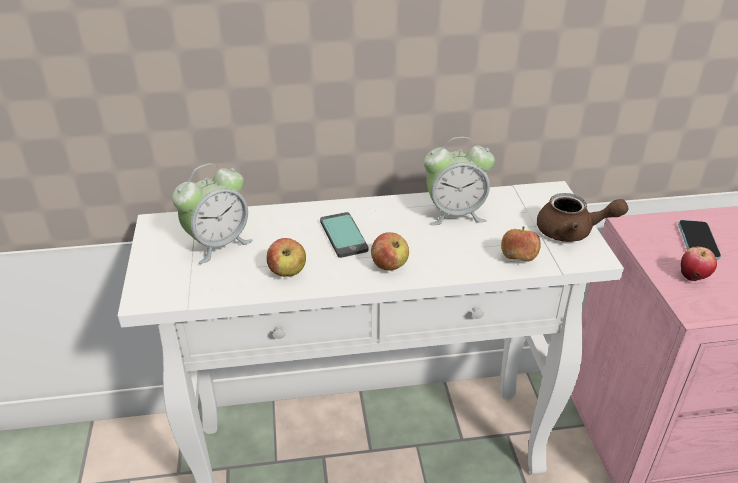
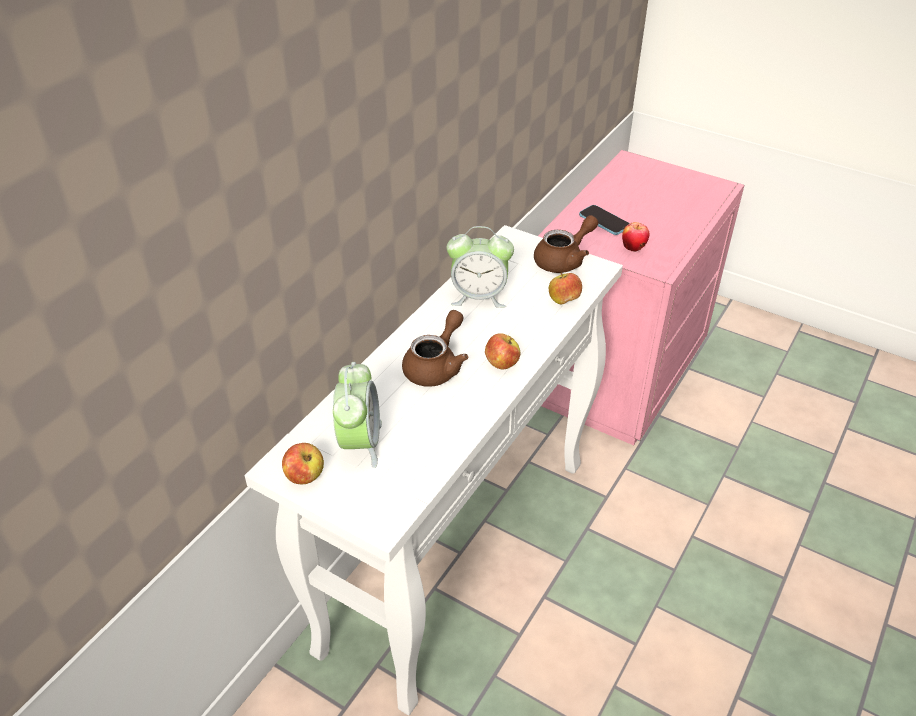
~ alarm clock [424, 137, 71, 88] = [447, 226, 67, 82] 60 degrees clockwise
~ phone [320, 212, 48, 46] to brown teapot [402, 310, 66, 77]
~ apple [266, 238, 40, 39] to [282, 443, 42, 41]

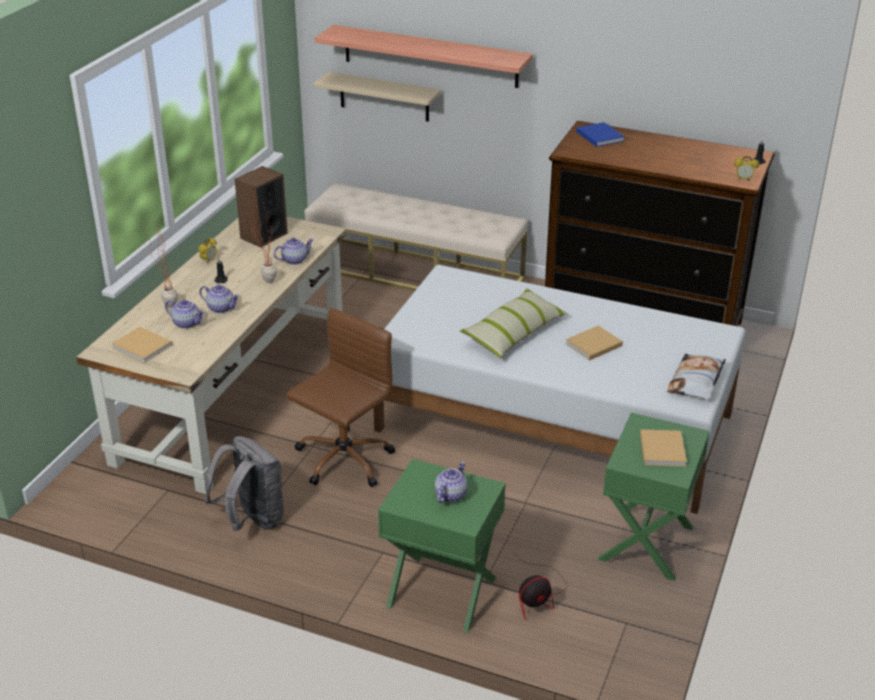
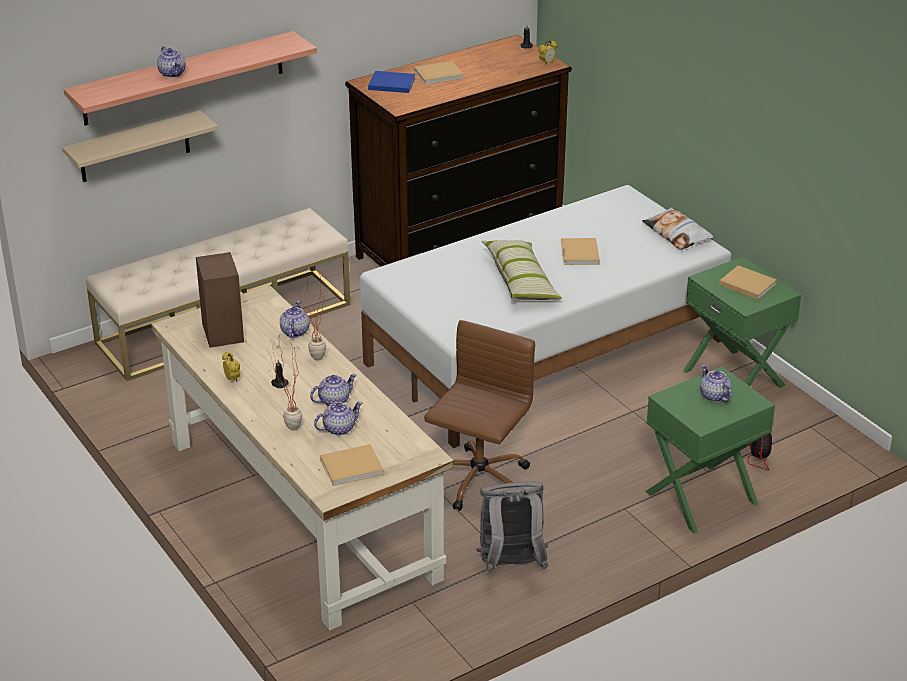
~ brown office chair [286, 308, 109, 179] = [424, 320, 111, 191] 45 degrees clockwise
+ teapot [157, 46, 29, 32]
+ beige book [414, 61, 50, 24]

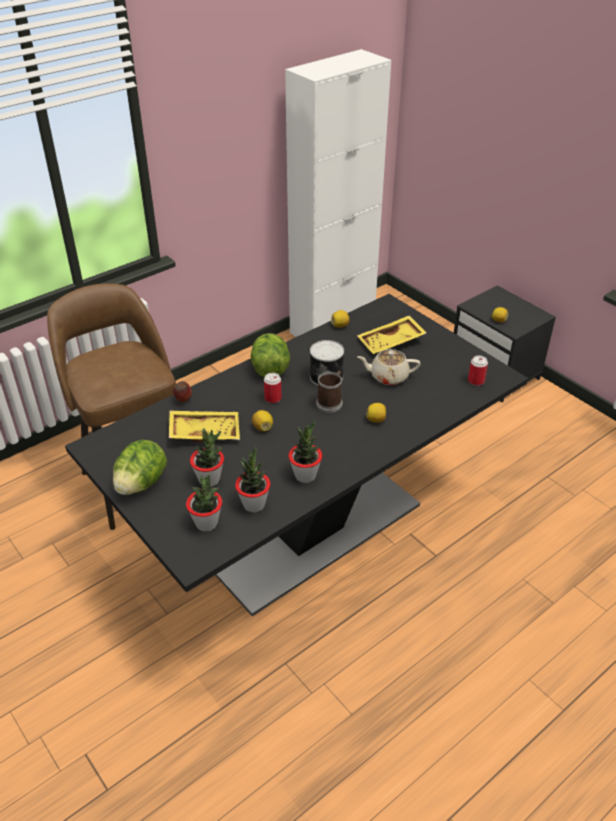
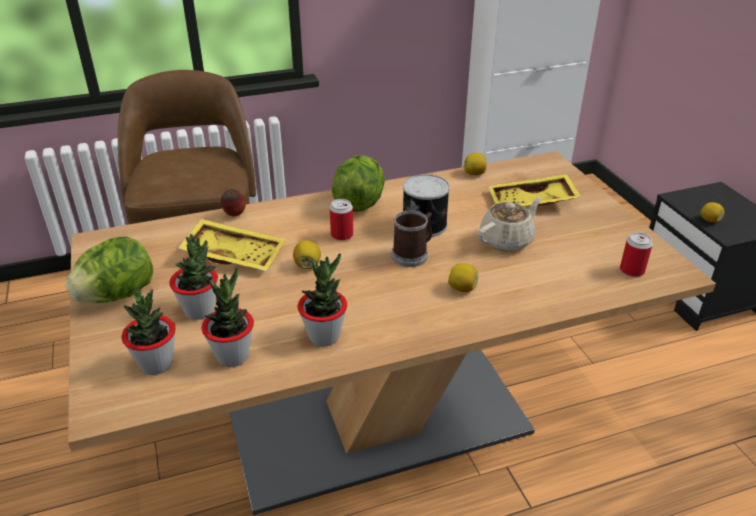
~ black dining table [65, 294, 463, 322] to beige dining table [68, 151, 648, 364]
~ beige teapot [358, 349, 63, 36] = [478, 197, 64, 55] 120 degrees clockwise

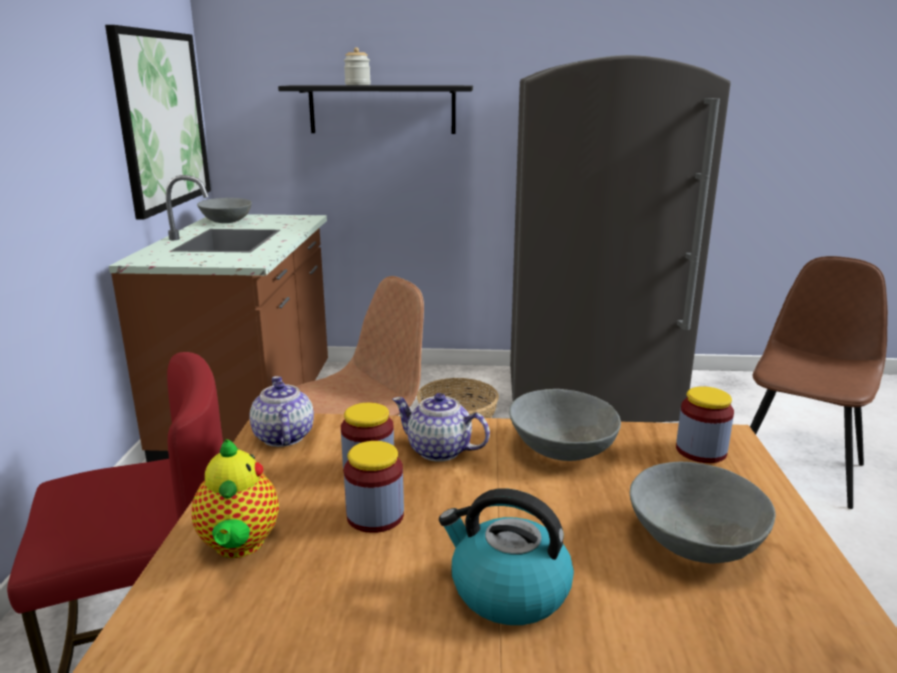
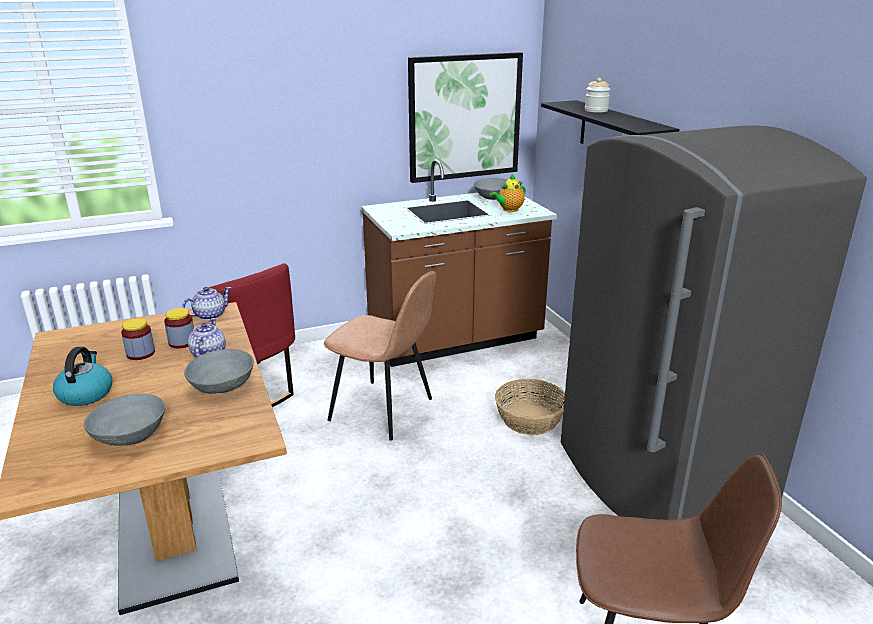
- jar [676, 386, 58, 77]
~ teapot [192, 439, 87, 119] to [490, 174, 36, 38]

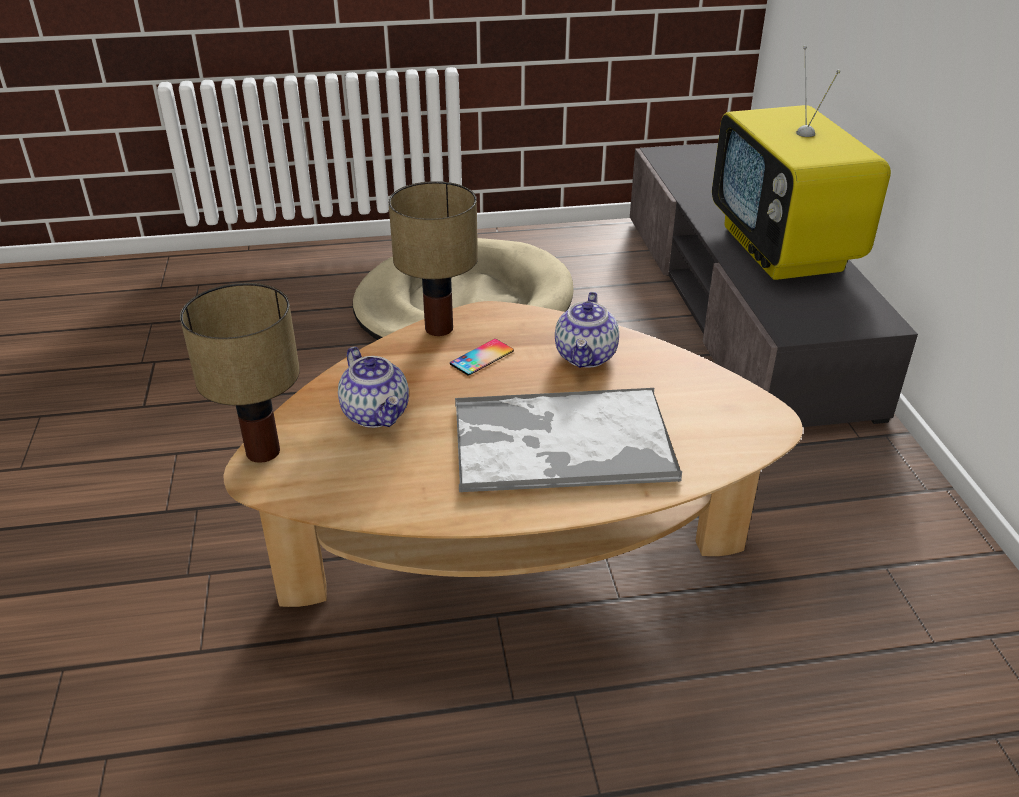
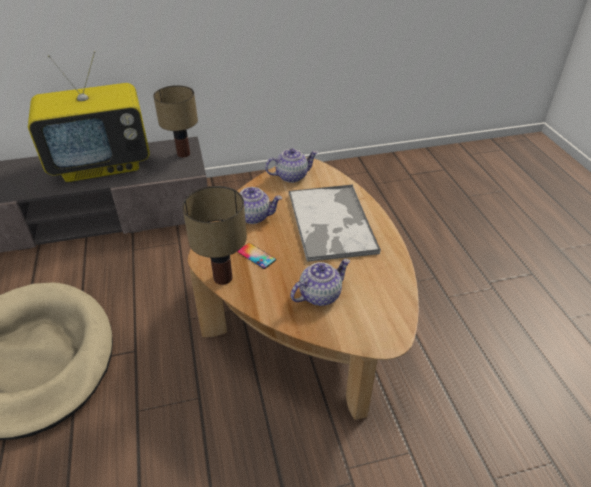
~ table lamp [180, 283, 120, 180] to [153, 85, 45, 73]
+ teapot [265, 148, 53, 35]

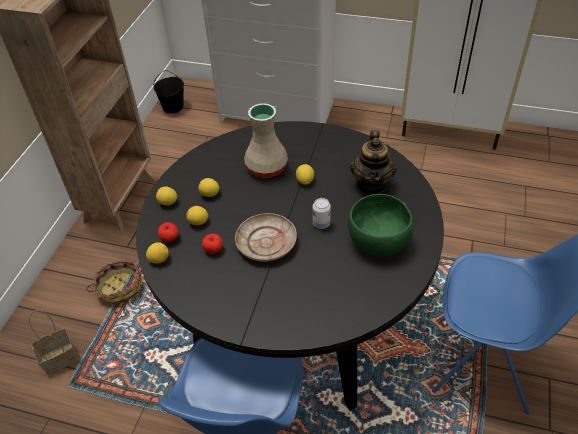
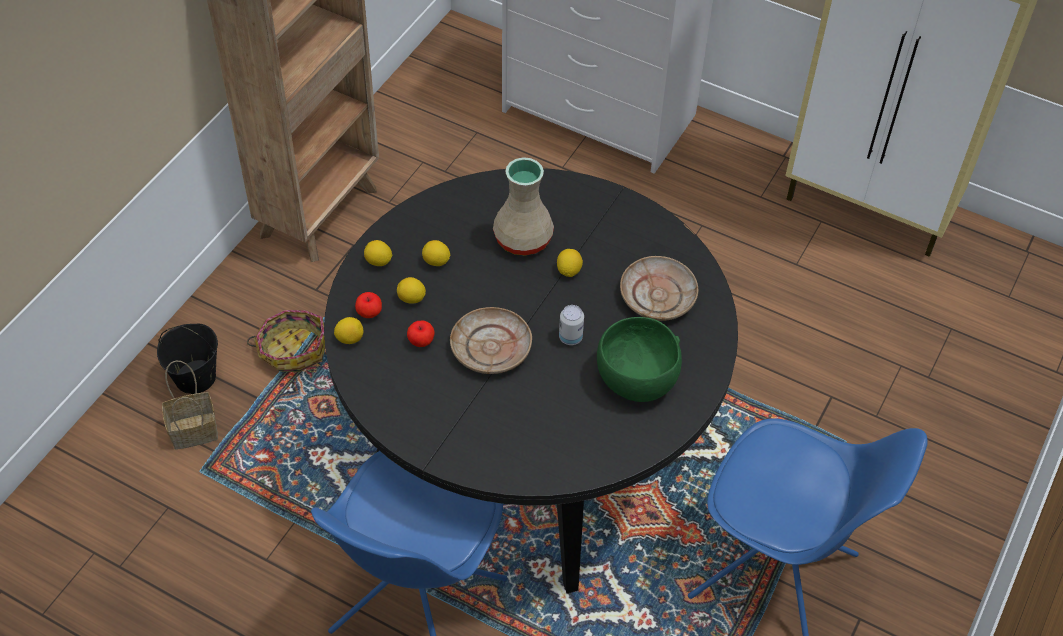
~ black bucket [153, 70, 31, 44] to [157, 324, 61, 70]
~ teapot [350, 130, 47, 65] to beige plate [620, 256, 78, 65]

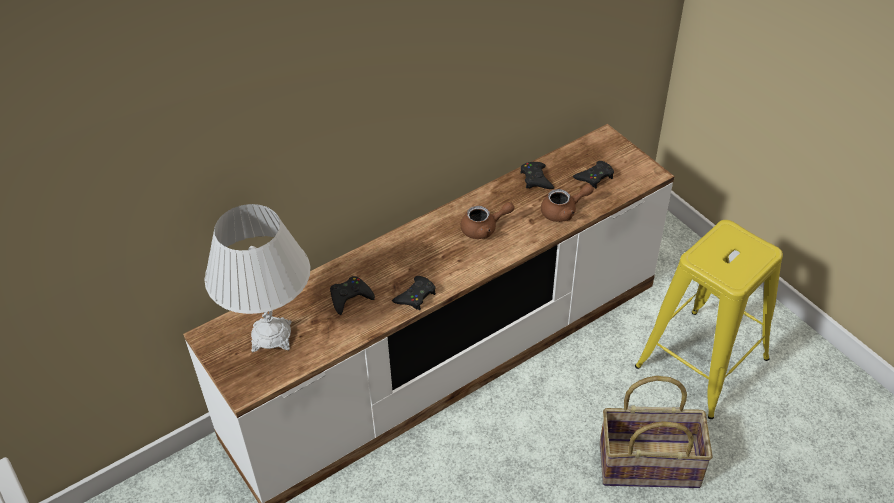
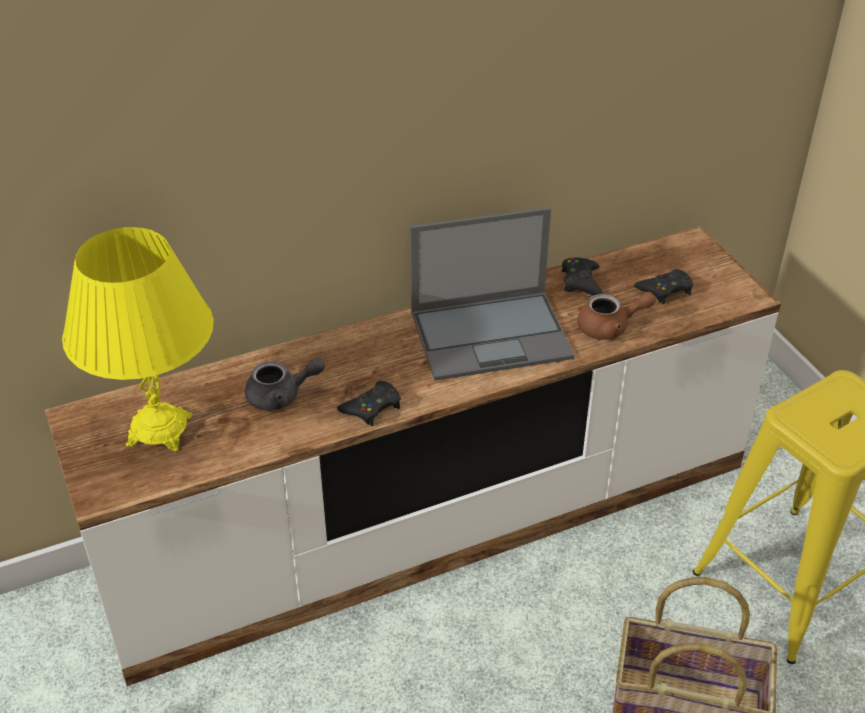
~ brown teapot [461, 202, 53, 37] to laptop [410, 207, 165, 174]
~ white table lamp [204, 204, 106, 148] to yellow table lamp [62, 227, 152, 224]
~ black game controller [330, 276, 45, 39] to grey teapot [245, 358, 80, 53]

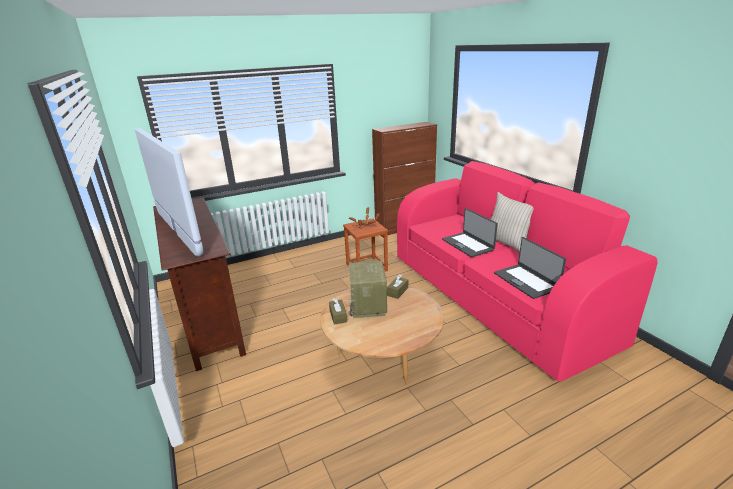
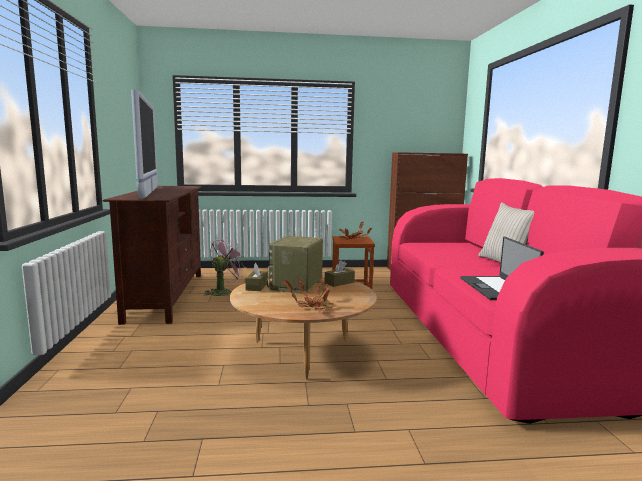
- laptop [442, 208, 56, 49]
+ pink fan [203, 238, 43, 58]
+ potted plant [283, 279, 50, 30]

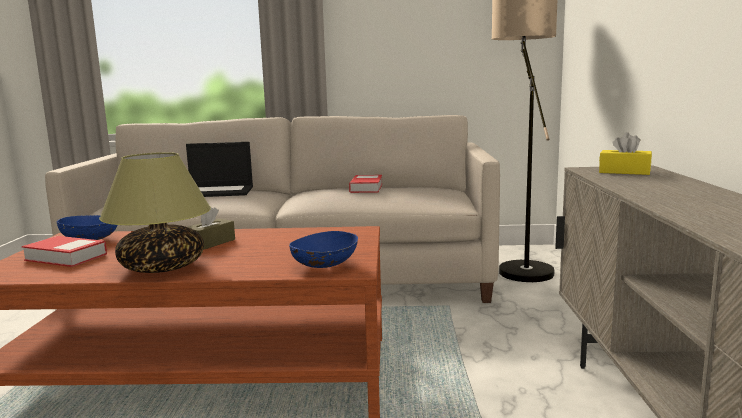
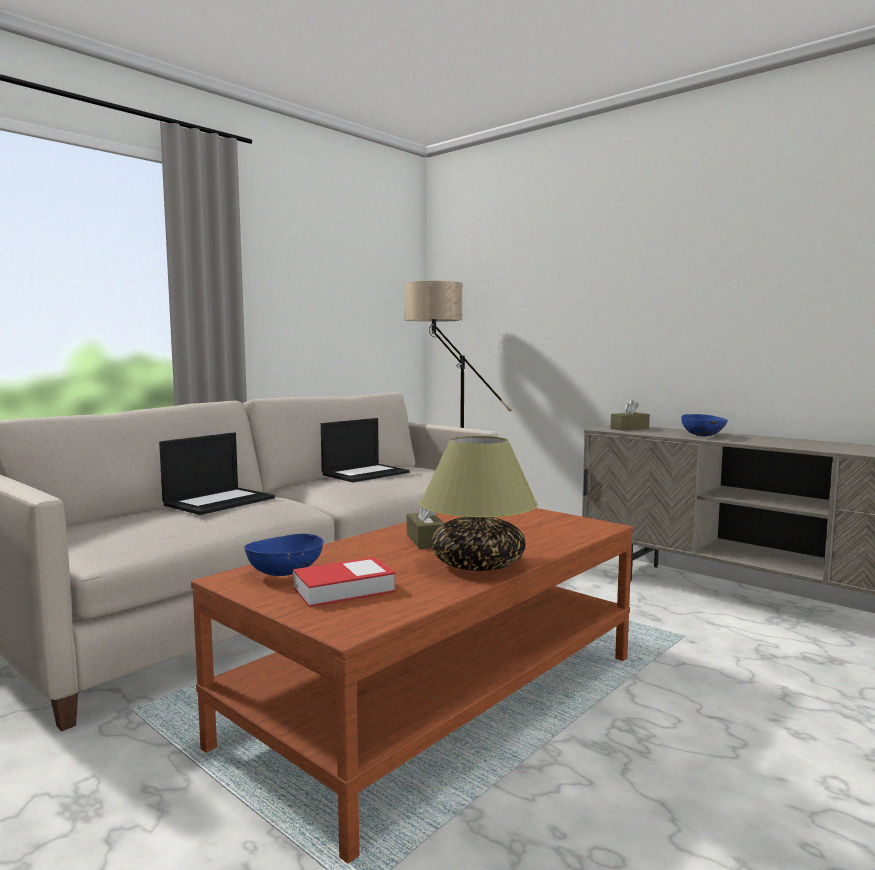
~ yellow tissue box [599, 132, 53, 43] to brown tissue box [611, 400, 39, 31]
~ book [349, 175, 33, 18] to laptop [321, 418, 89, 64]
~ blue bowl [289, 231, 69, 37] to [681, 414, 47, 22]

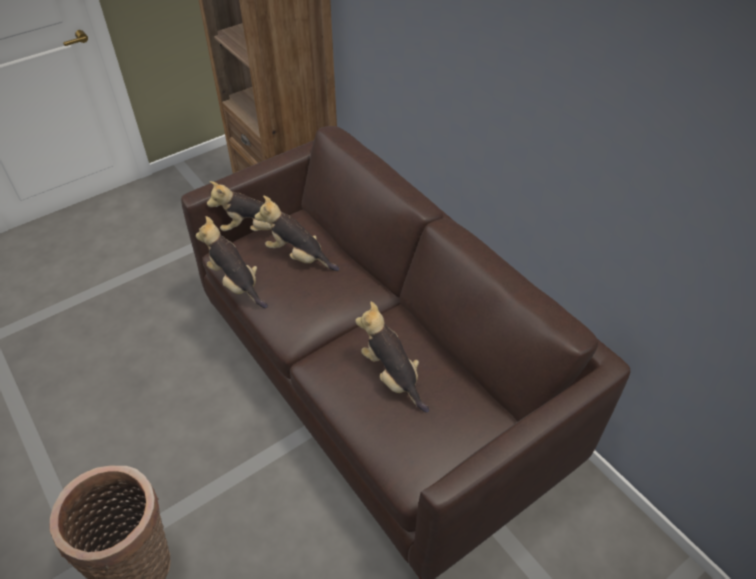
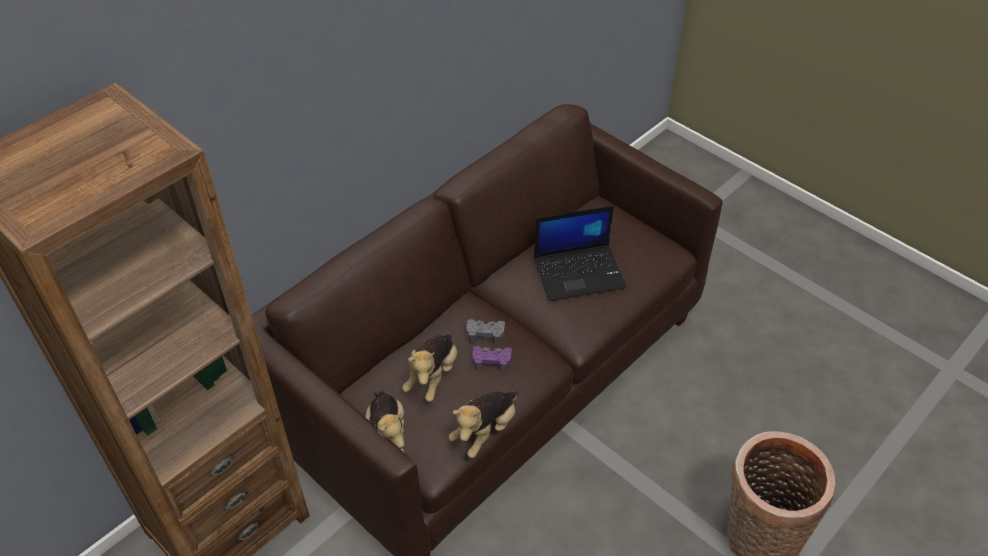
~ plush toy [355, 302, 74, 111] to laptop [534, 205, 93, 96]
+ grey game controller [466, 319, 39, 25]
+ purple game controller [472, 346, 40, 26]

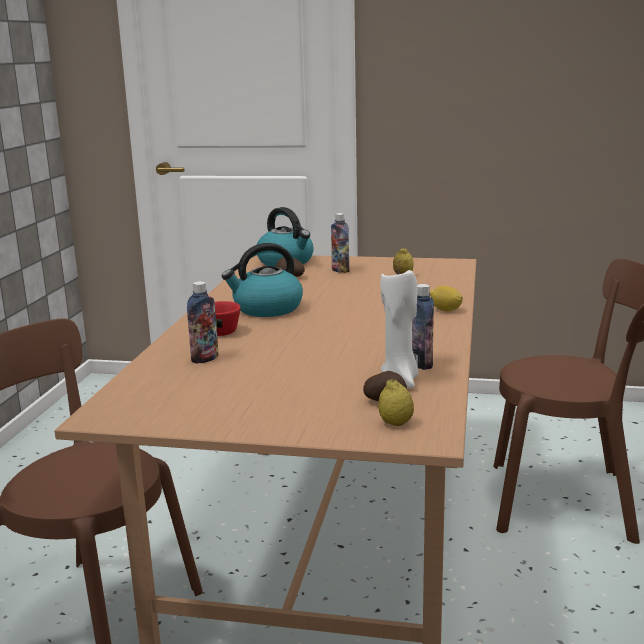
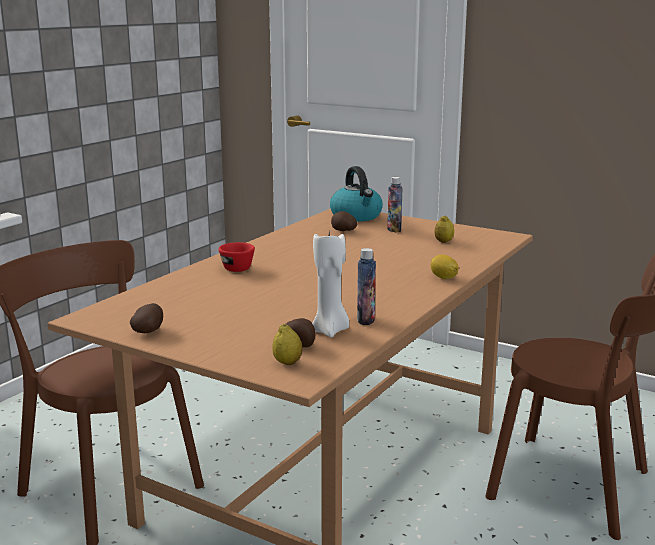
- kettle [222, 243, 81, 74]
- bottle [187, 281, 31, 83]
+ potato [130, 303, 33, 30]

